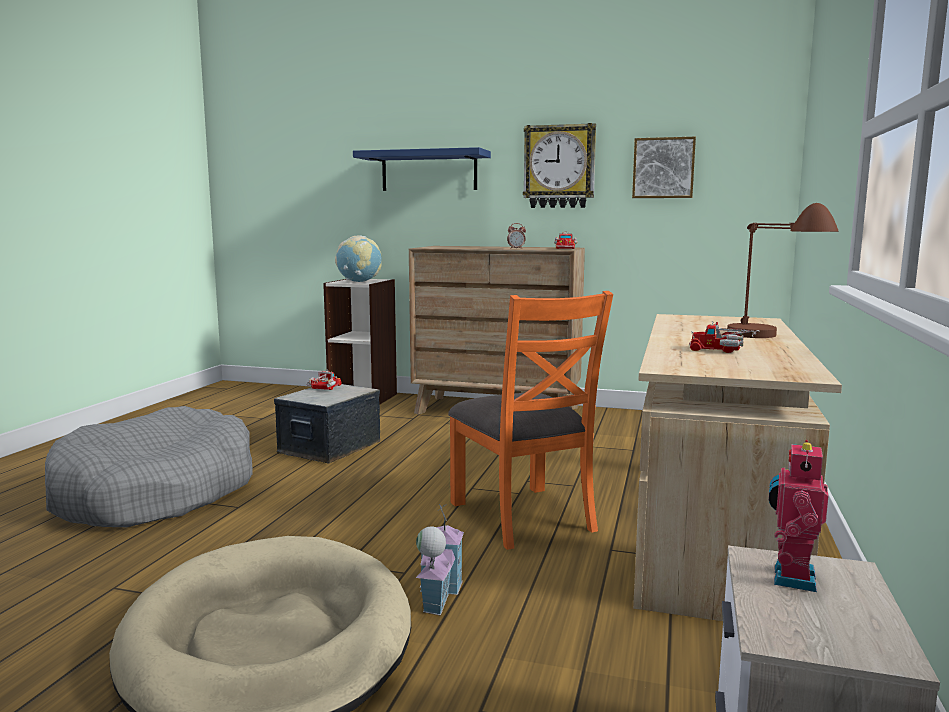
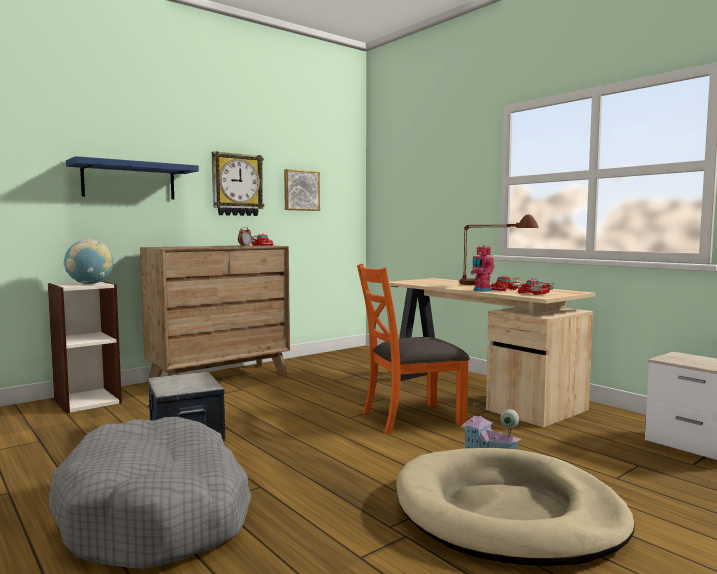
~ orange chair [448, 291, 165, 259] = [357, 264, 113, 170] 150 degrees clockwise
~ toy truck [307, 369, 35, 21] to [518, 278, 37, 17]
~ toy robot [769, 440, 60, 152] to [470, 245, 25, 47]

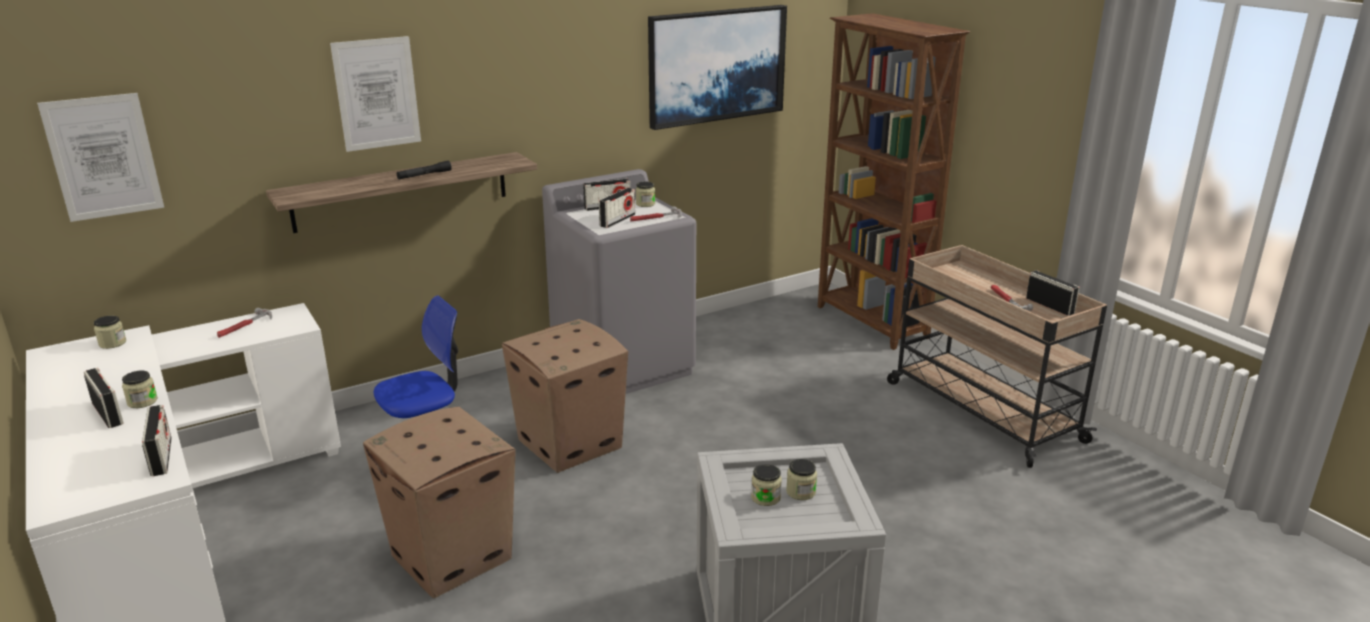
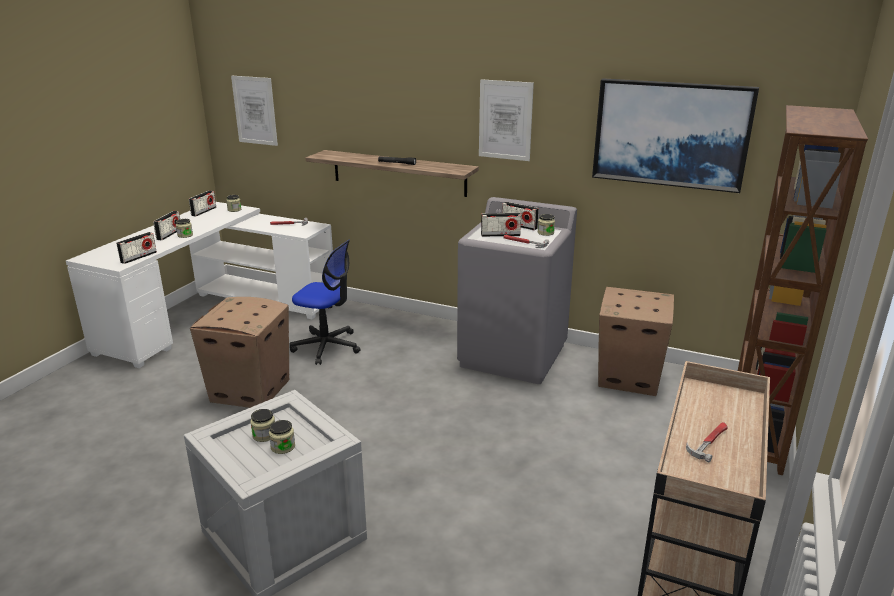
~ picture [330, 36, 91, 116] to [479, 79, 55, 82]
~ radio [1026, 270, 53, 46] to [189, 190, 27, 26]
~ cardboard box [502, 319, 126, 154] to [598, 287, 76, 109]

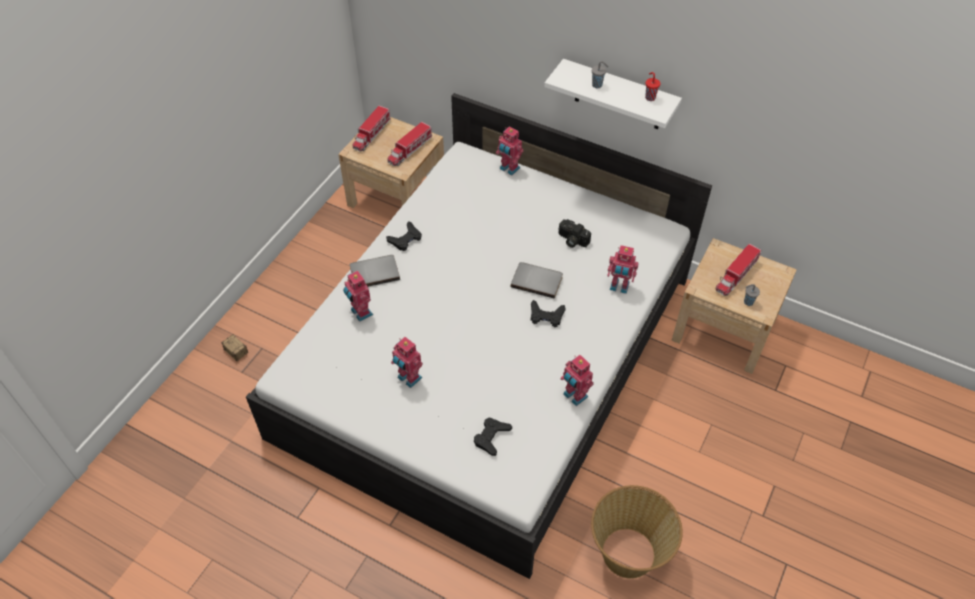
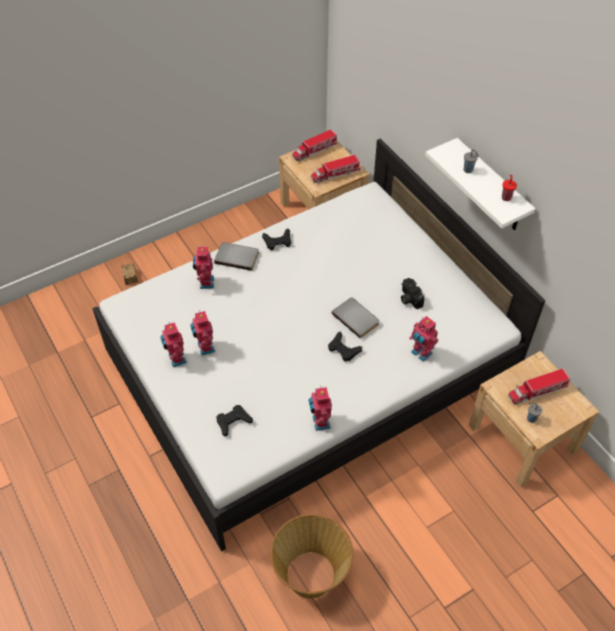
~ toy robot [496, 126, 28, 49] to [160, 322, 27, 45]

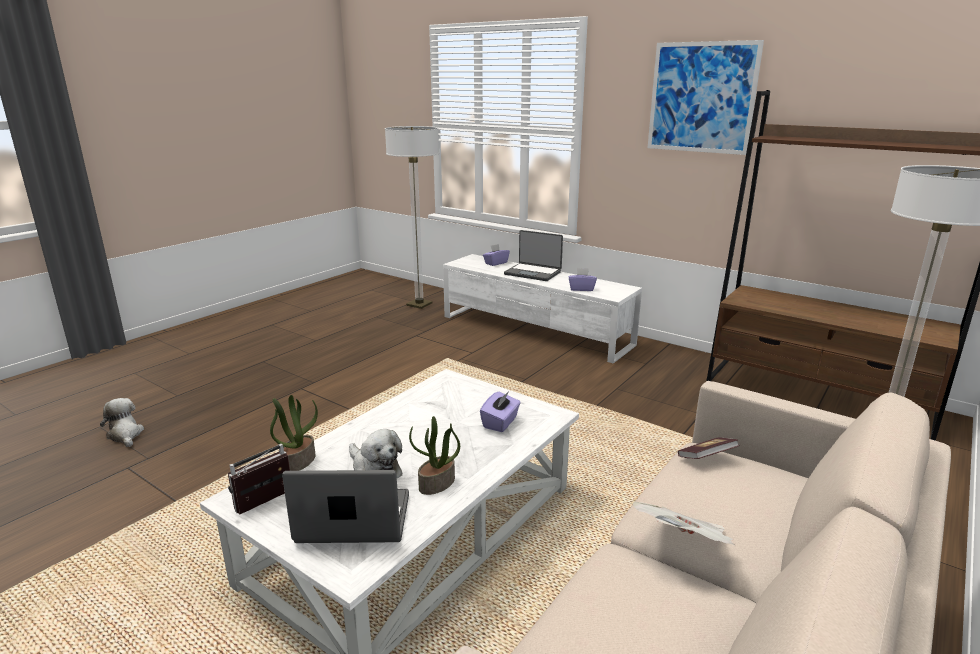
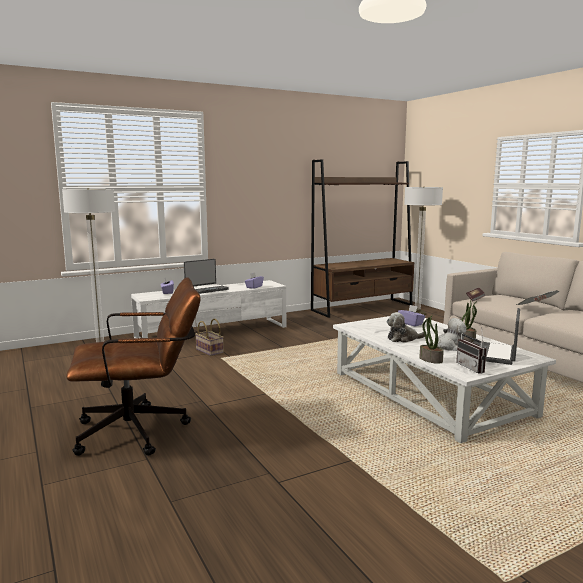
- picture [648, 40, 116, 115]
~ plush toy [100, 398, 44, 49] to [387, 312, 40, 31]
+ brown office chair [66, 277, 135, 179]
+ basket [195, 319, 28, 37]

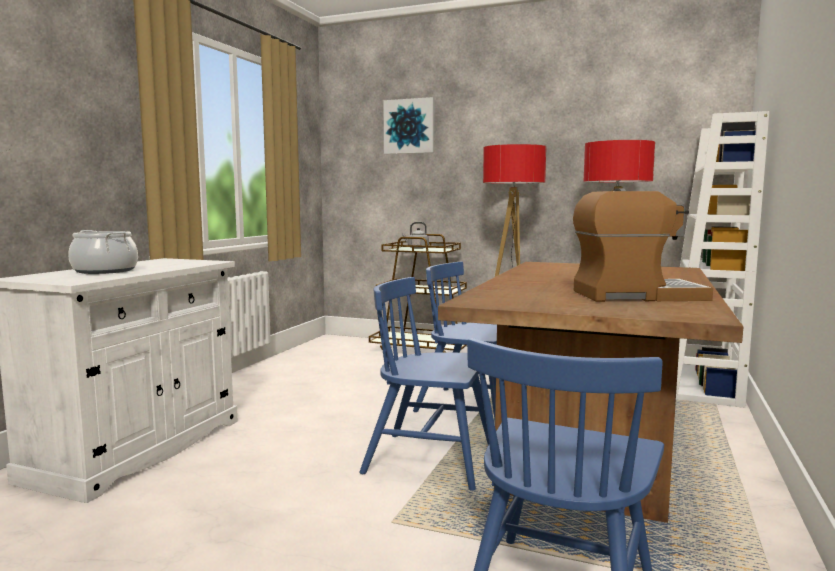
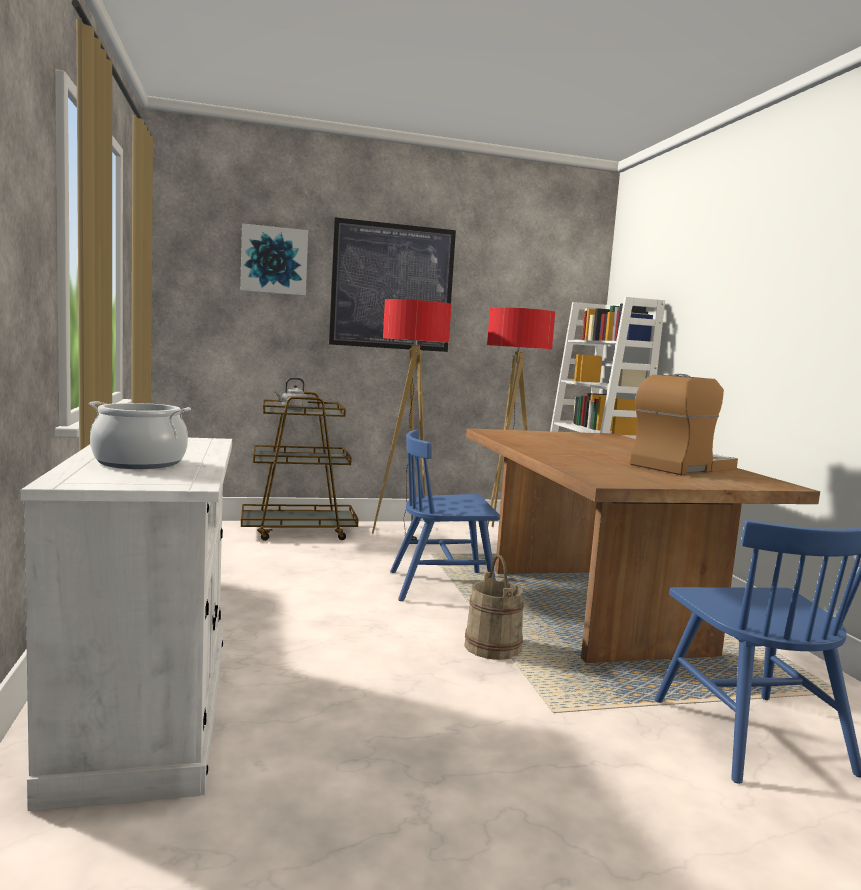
~ blue chair [359, 277, 130, 214] to beige bucket [464, 555, 60, 105]
+ picture [329, 217, 127, 135]

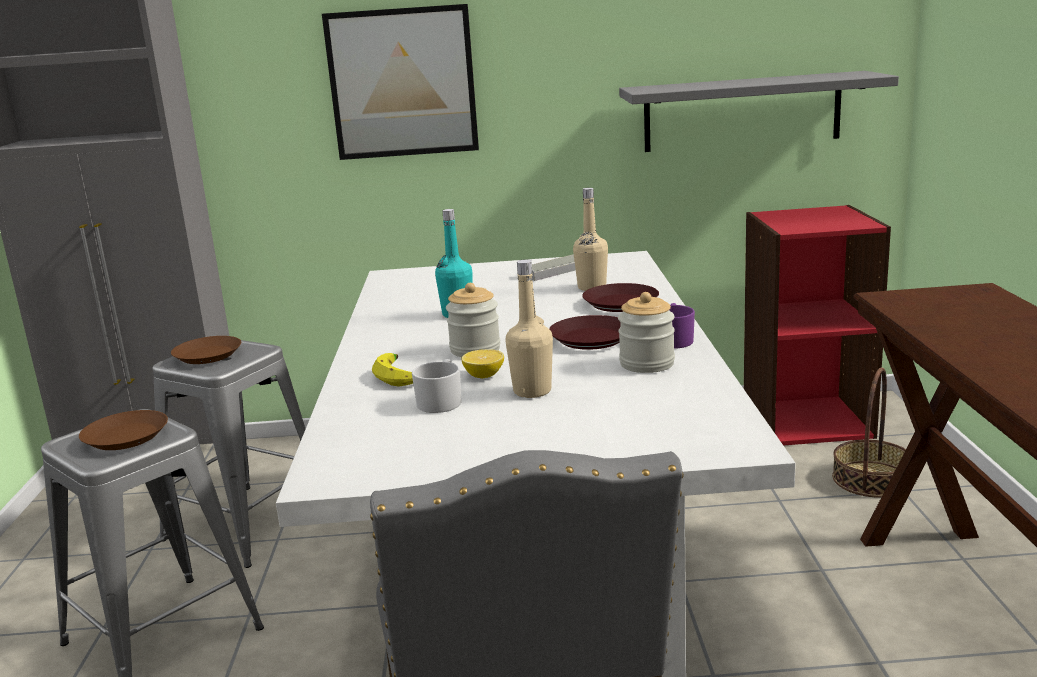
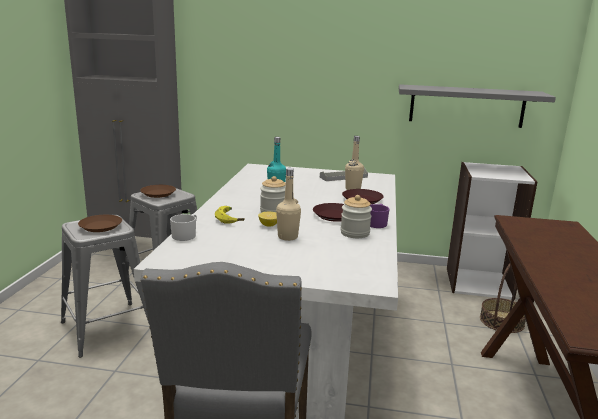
- picture [322, 4, 157, 156]
~ red bookcase [744, 205, 147, 241] to white bookcase [447, 162, 90, 138]
~ white mug [412, 359, 49, 54] to [170, 214, 27, 27]

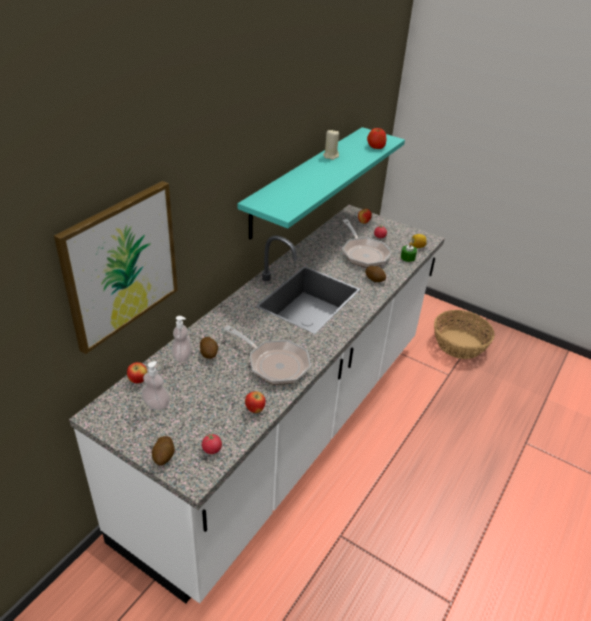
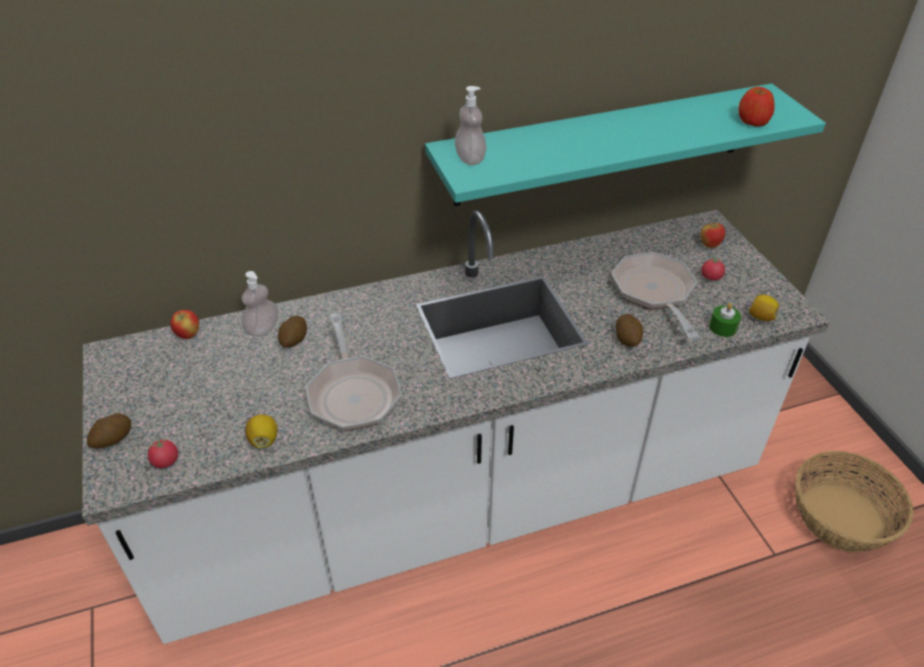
- beige candle [323, 129, 16, 31]
- picture [54, 181, 124, 173]
~ frying pan [342, 219, 49, 49] = [611, 252, 89, 87] 150 degrees clockwise
~ soap dispenser [141, 361, 29, 49] to [455, 86, 32, 79]
~ apple [245, 391, 21, 22] to lemon [245, 415, 33, 33]

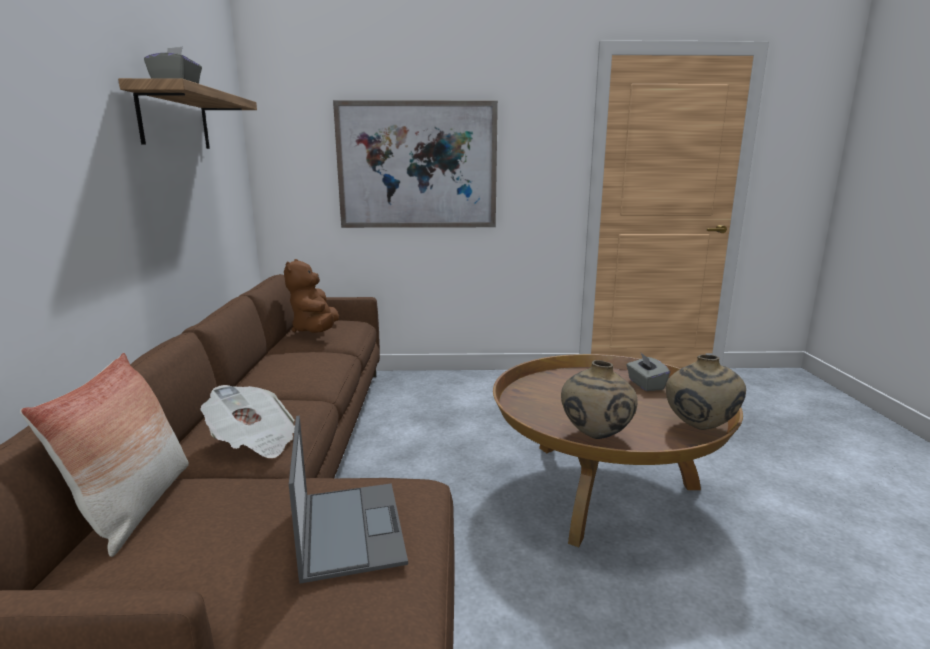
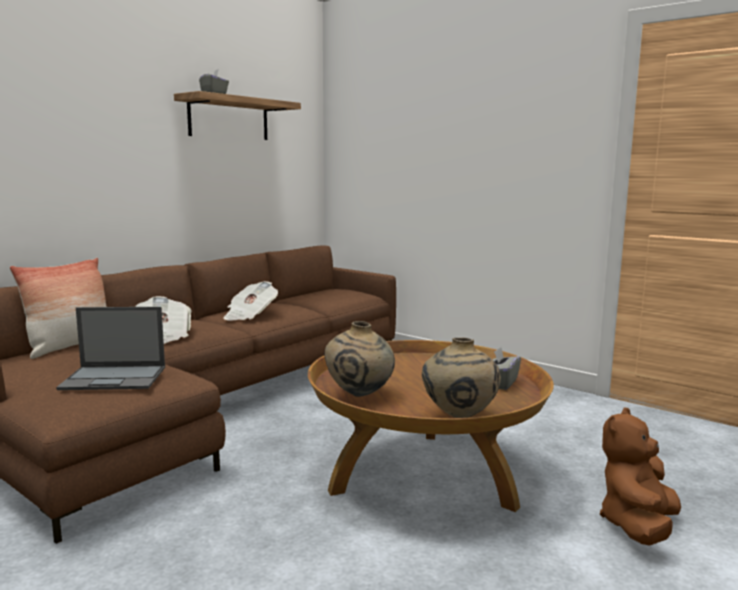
- picture [333, 100, 165, 128]
~ brown plush toy [284, 259, 55, 74] to [600, 408, 81, 138]
~ laptop [289, 416, 119, 168] = [56, 307, 109, 83] 60 degrees clockwise
+ newspaper [223, 281, 55, 40]

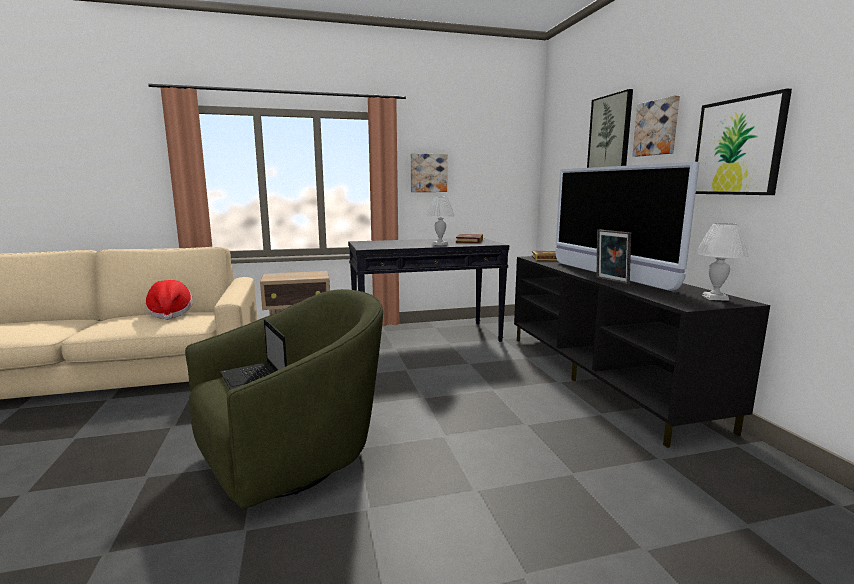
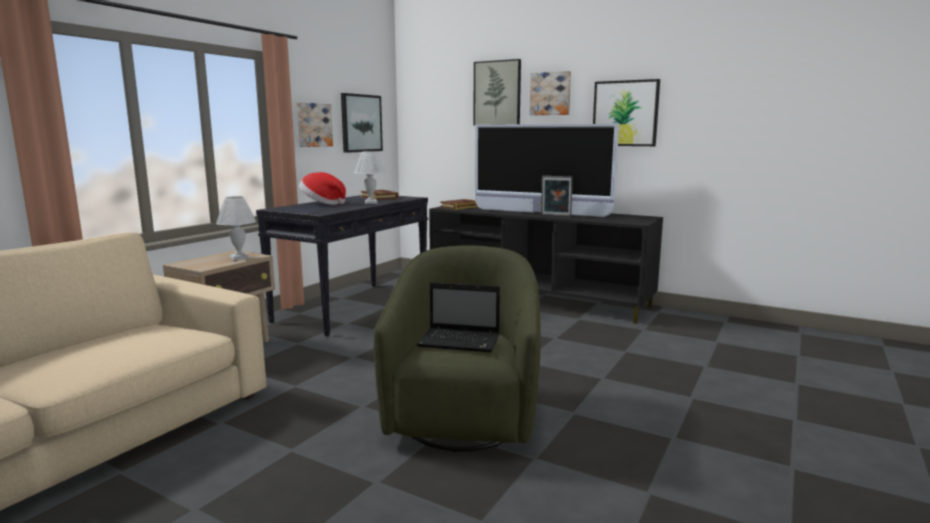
~ white table lamp [695, 223, 54, 78] to [216, 196, 40, 64]
~ hat [145, 280, 48, 40] to [299, 172, 47, 33]
+ picture [341, 93, 42, 60]

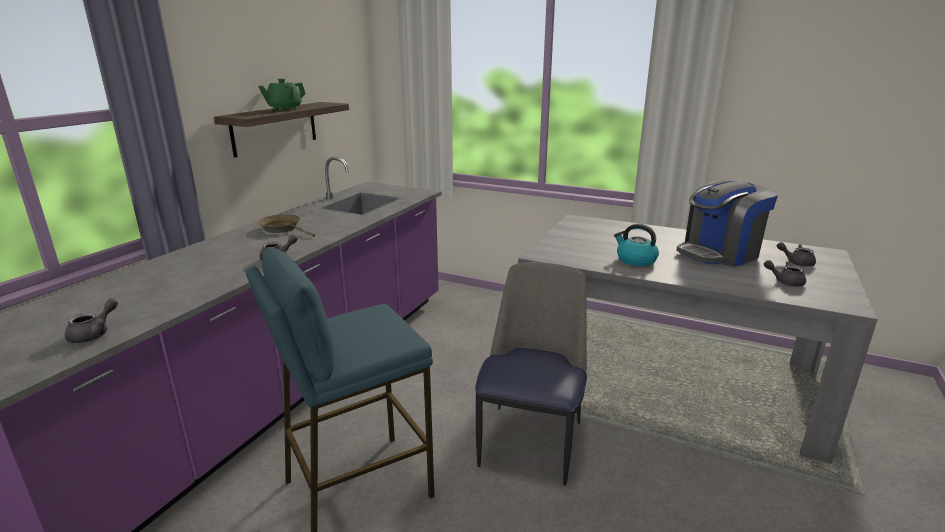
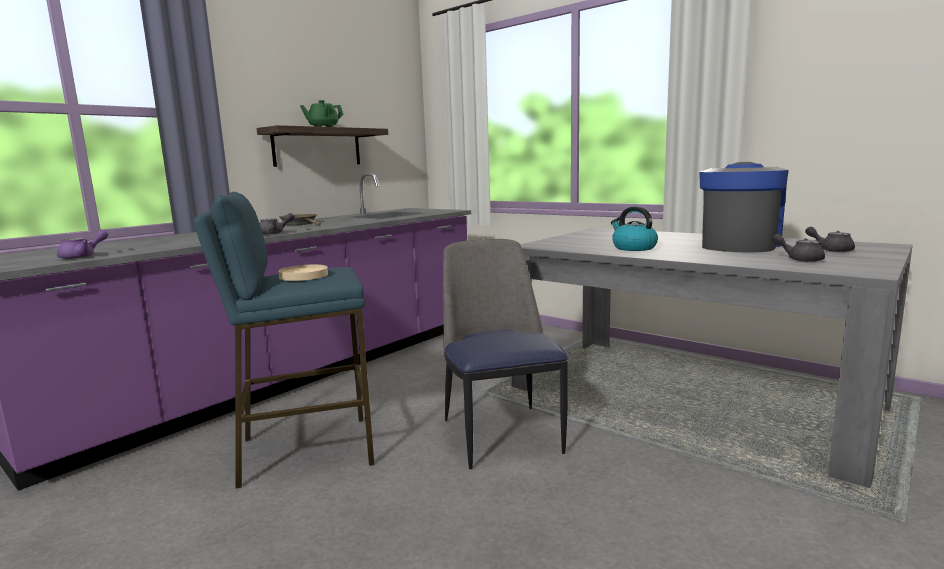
~ coffee machine [677, 181, 101, 86] = [699, 162, 90, 90] 135 degrees clockwise
~ chair [475, 262, 112, 224] = [443, 239, 125, 230] 45 degrees counterclockwise
~ grey teapot [65, 298, 53, 45] to purple teapot [57, 230, 51, 29]
+ beige plate [278, 265, 50, 16]

